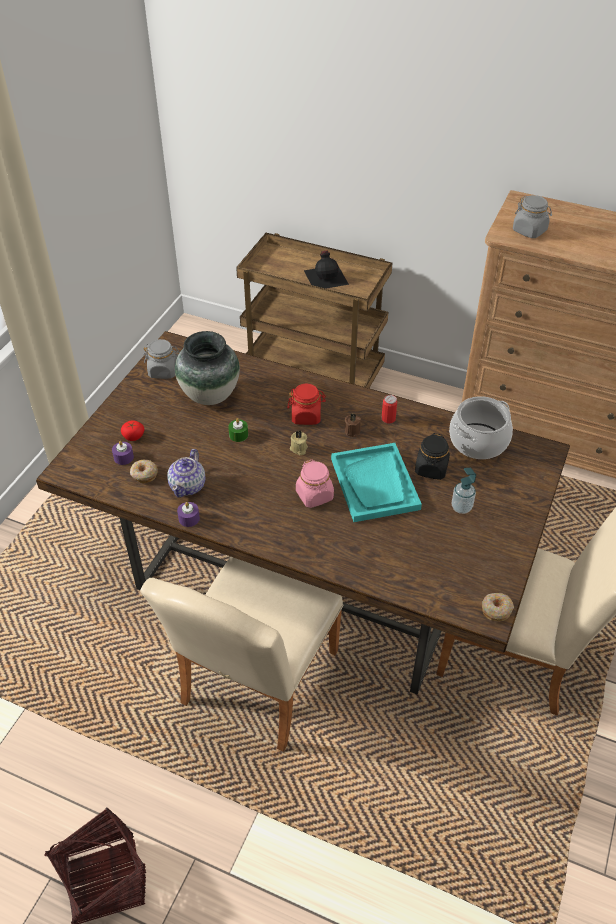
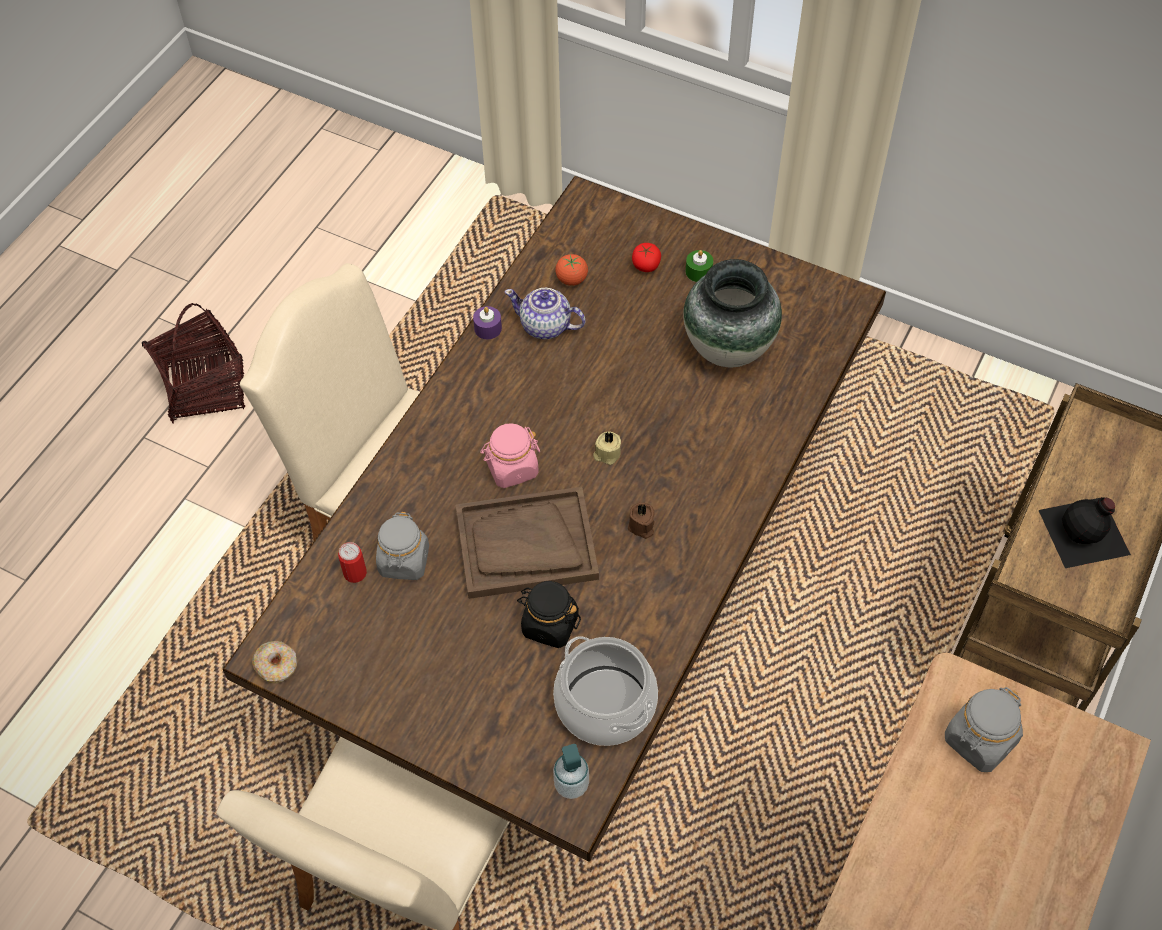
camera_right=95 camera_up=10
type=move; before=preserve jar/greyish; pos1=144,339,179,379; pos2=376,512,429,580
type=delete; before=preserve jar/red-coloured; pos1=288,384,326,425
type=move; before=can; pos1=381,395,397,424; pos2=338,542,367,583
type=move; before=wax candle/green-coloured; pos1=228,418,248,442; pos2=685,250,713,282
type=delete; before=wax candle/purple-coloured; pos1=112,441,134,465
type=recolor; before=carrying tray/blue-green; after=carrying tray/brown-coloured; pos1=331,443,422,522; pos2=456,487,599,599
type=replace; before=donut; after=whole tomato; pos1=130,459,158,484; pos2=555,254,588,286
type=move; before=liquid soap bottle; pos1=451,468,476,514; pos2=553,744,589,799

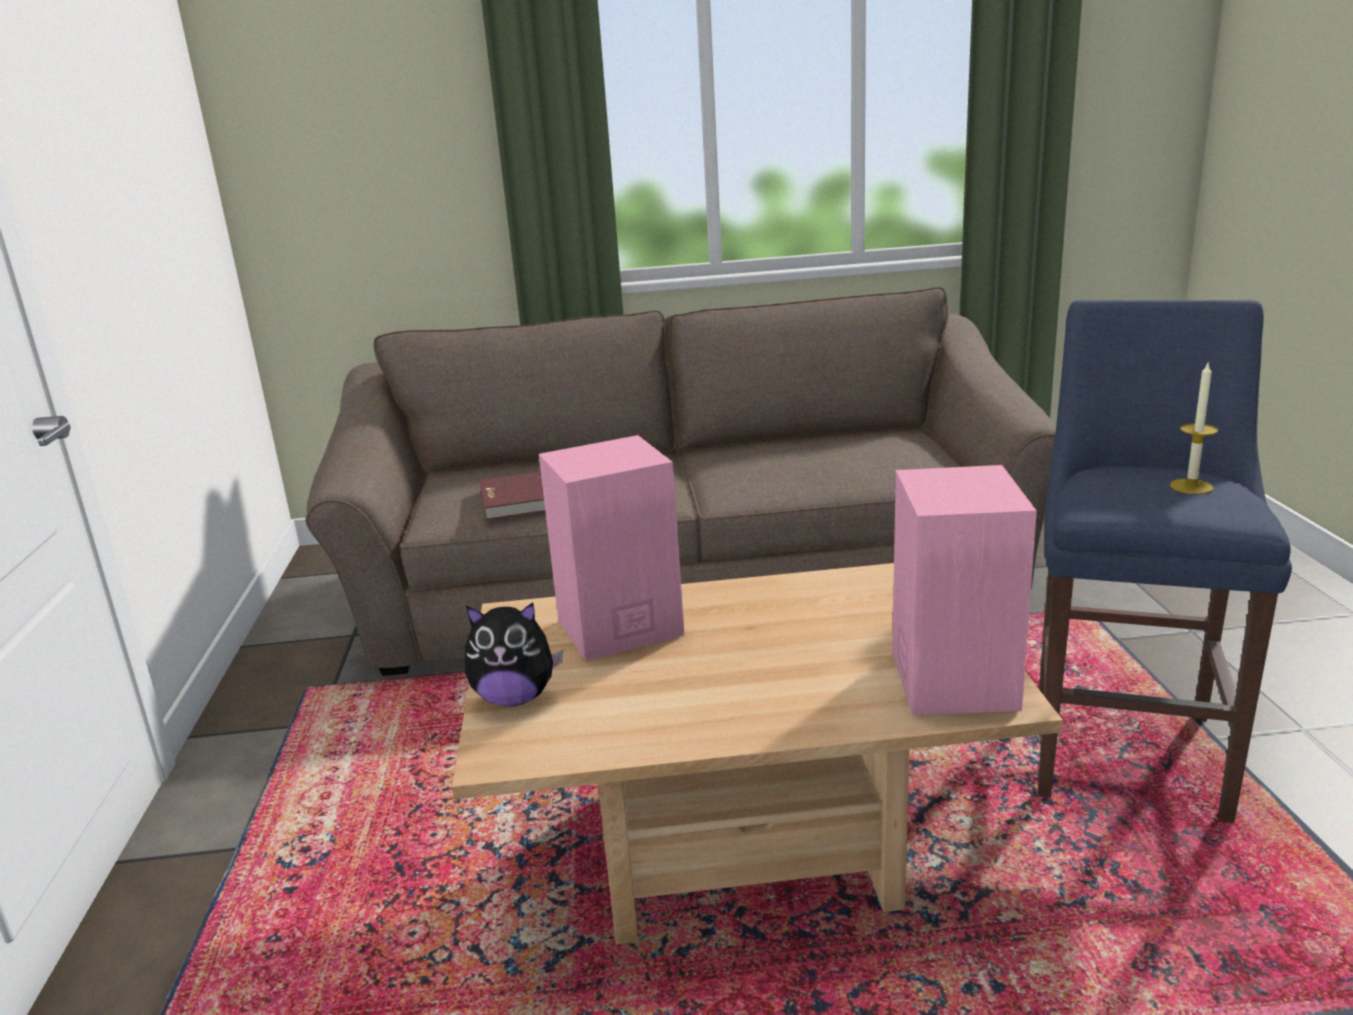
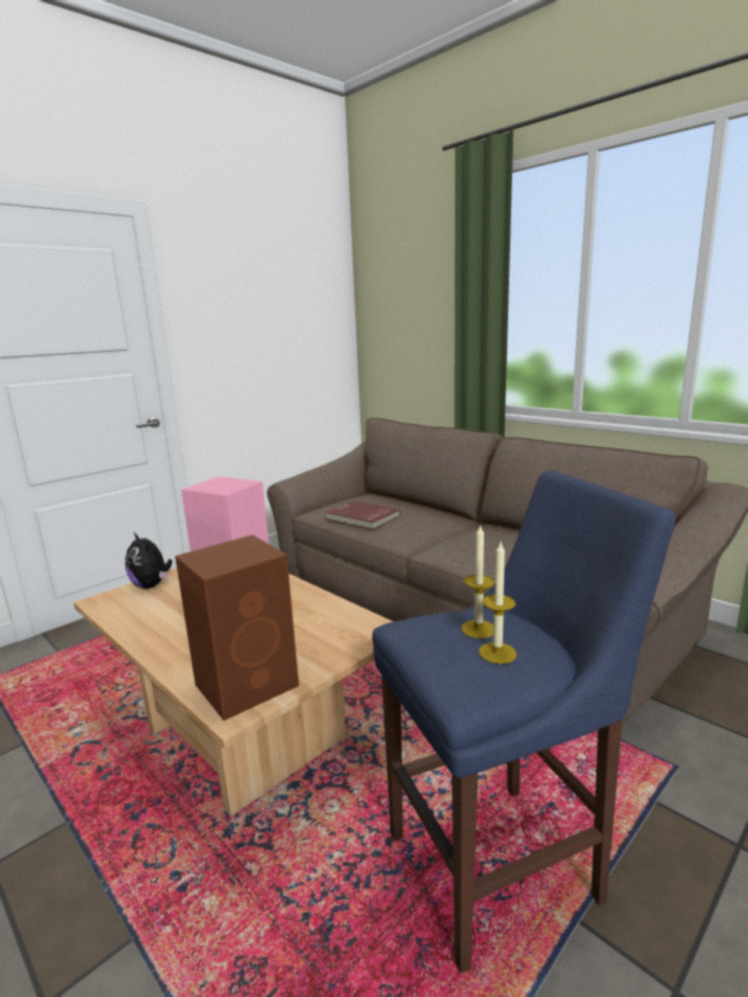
camera_right=50 camera_up=-5
type=recolor; before=audio speaker/pink-coloured; after=audio speaker/brown-coloured; pos1=892,465,1037,715; pos2=175,535,299,721
type=insert; after=wax candle; pos2=461,524,495,638

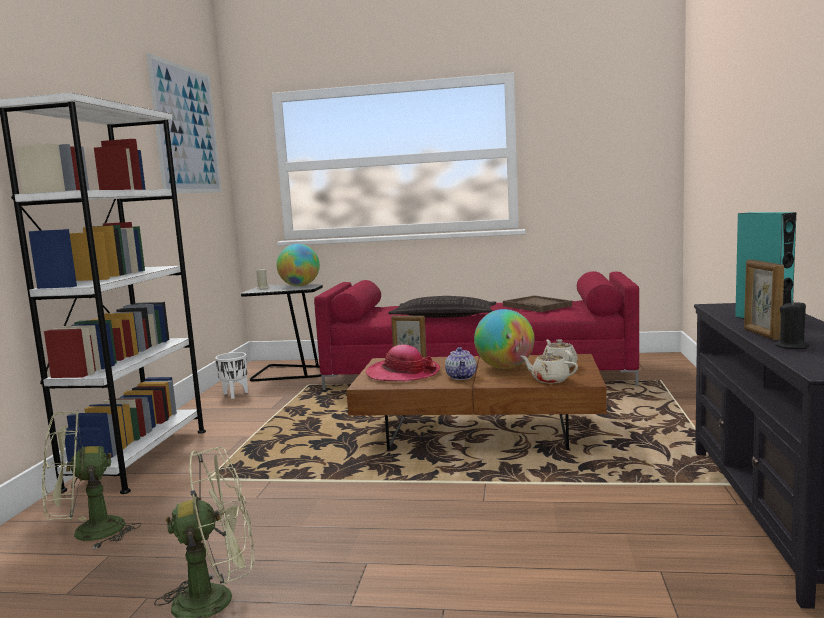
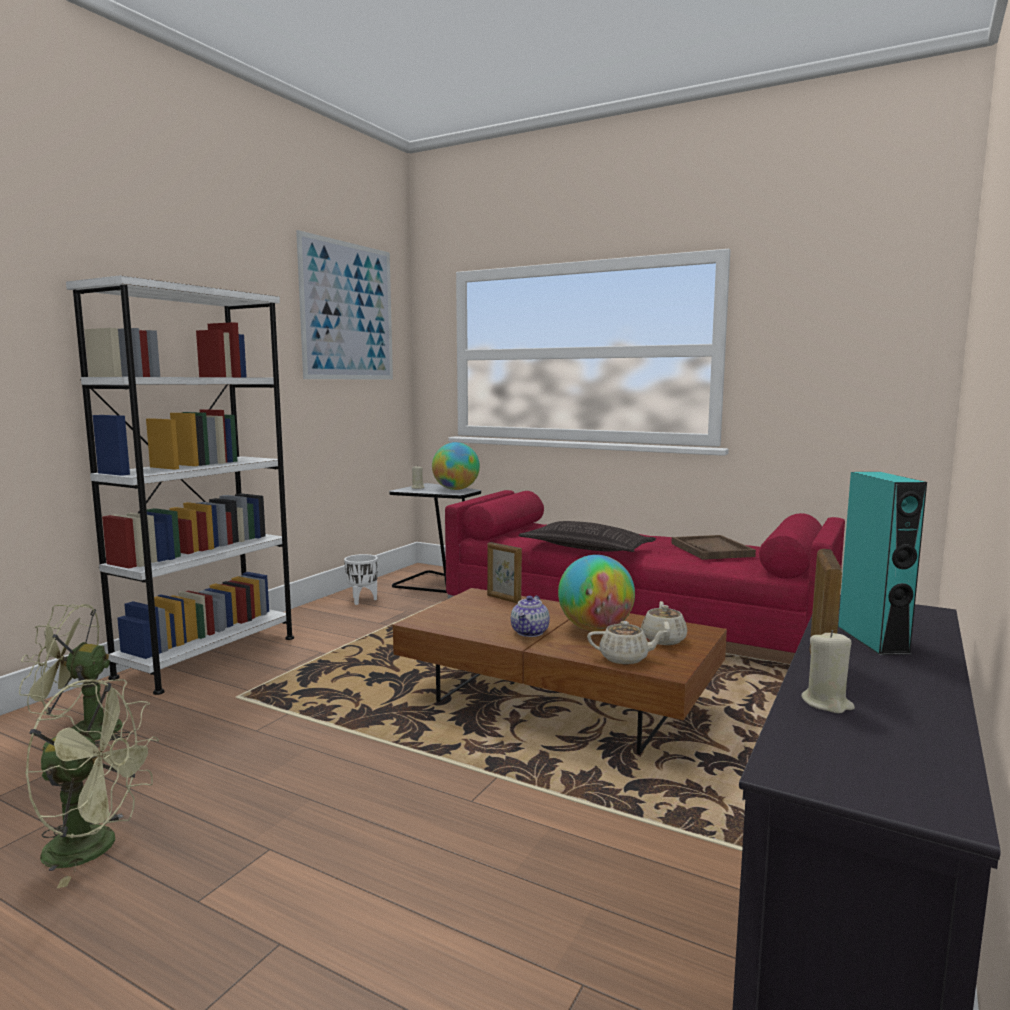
camera_right=20 camera_up=0
type=recolor; before=wax candle/black-coloured; after=wax candle/beige; pos1=776,300,810,349; pos2=801,630,855,714
type=delete; before=wearable hat; pos1=366,345,440,382
type=rotate; before=tea pot/beige; pos1=521,352,578,384; pos2=587,621,667,665; turn=135

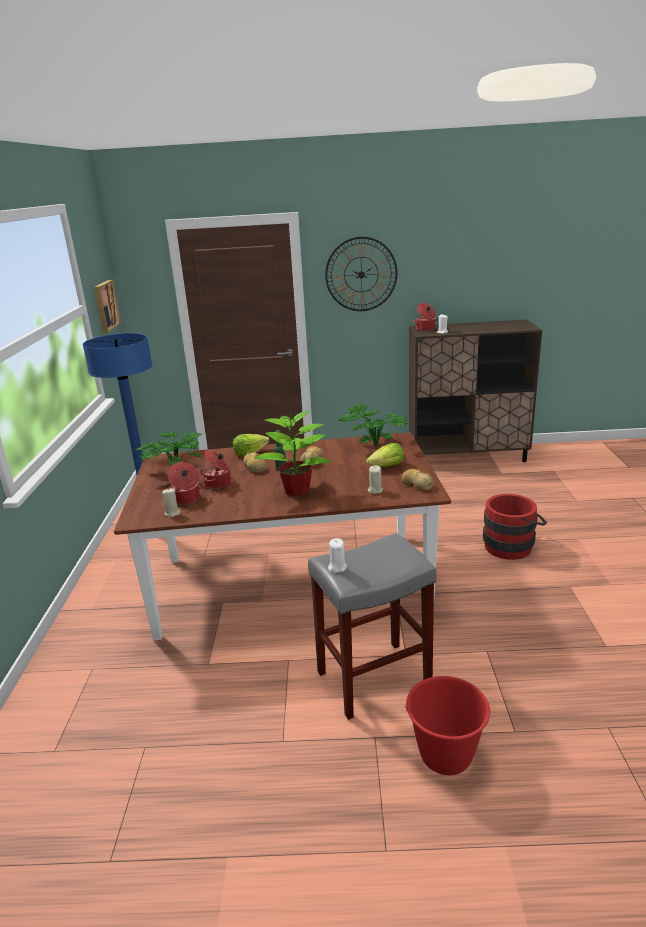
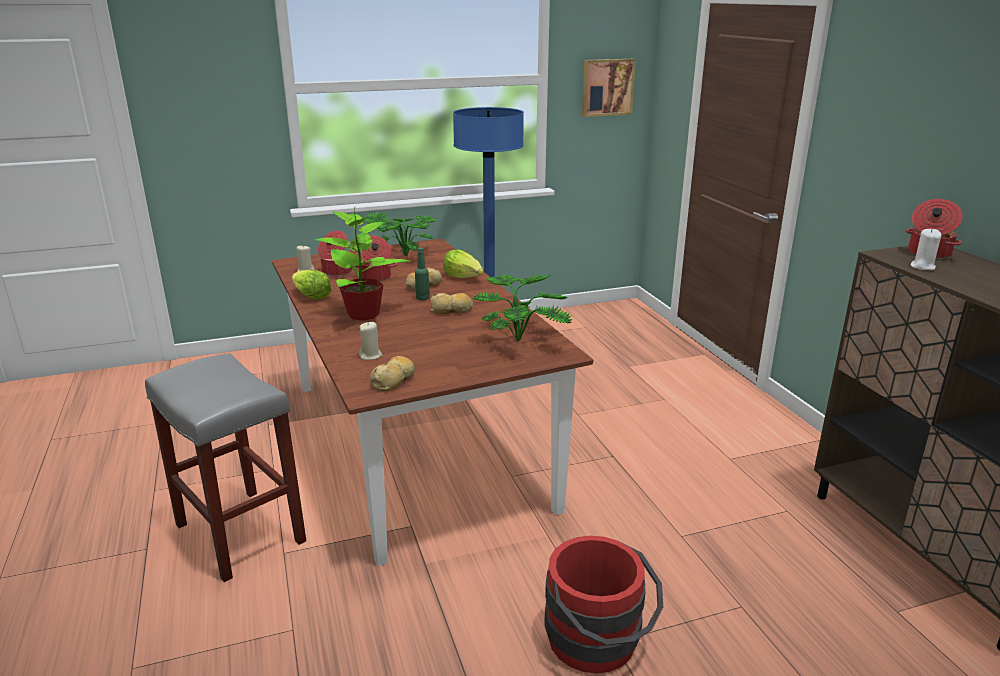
camera_right=70 camera_up=0
type=delete; before=clock on the wall; pos1=325,237,397,311
type=move; before=lettuce; pos1=366,443,404,466; pos2=292,270,332,299
type=delete; before=wax candle/white; pos1=328,538,347,573
type=delete; before=bucket/red-coloured; pos1=404,676,492,775

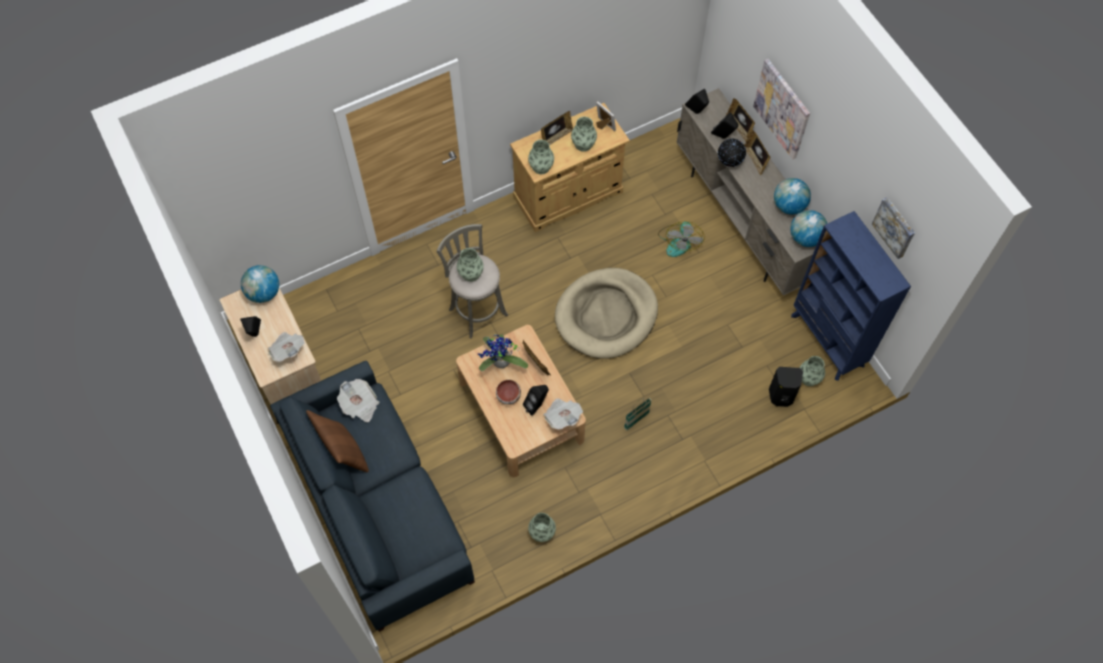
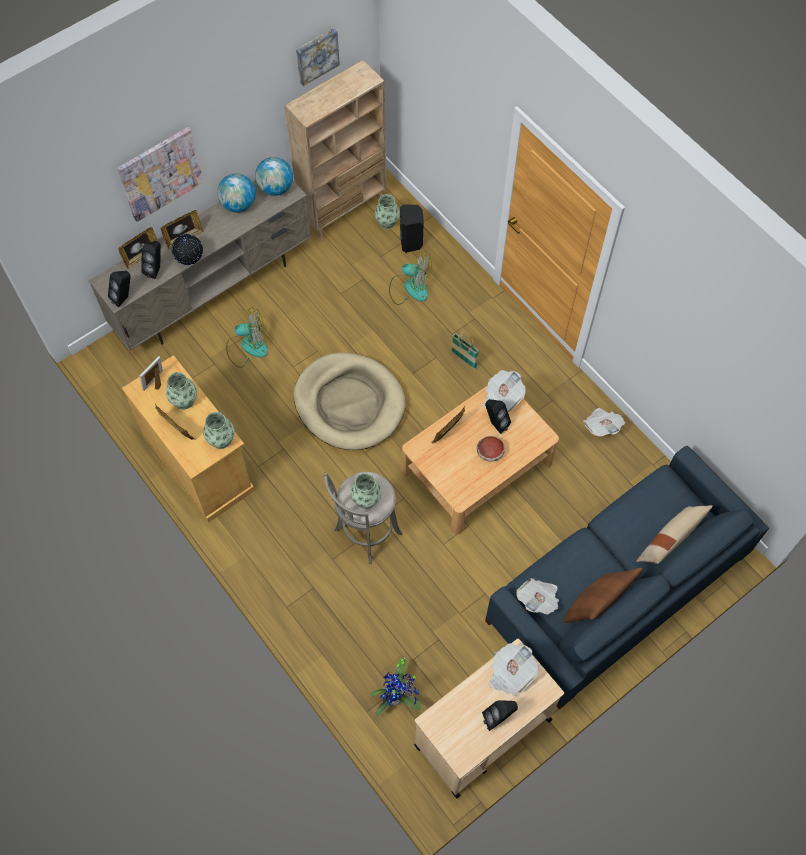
camera_right=-100 camera_up=0
type=recolor; before=bookcase/blue; after=bookcase/beige; pos1=791,211,911,381; pos2=284,60,387,241
type=delete; before=globe; pos1=241,265,279,303
type=move; before=houseplant; pos1=478,334,528,371; pos2=371,656,422,716
type=replace; before=vase; after=newspaper; pos1=528,513,556,542; pos2=583,408,625,437
type=insert; after=cooling fan; pos2=389,251,432,305
type=insert; after=pillow/beige; pos2=636,505,713,564

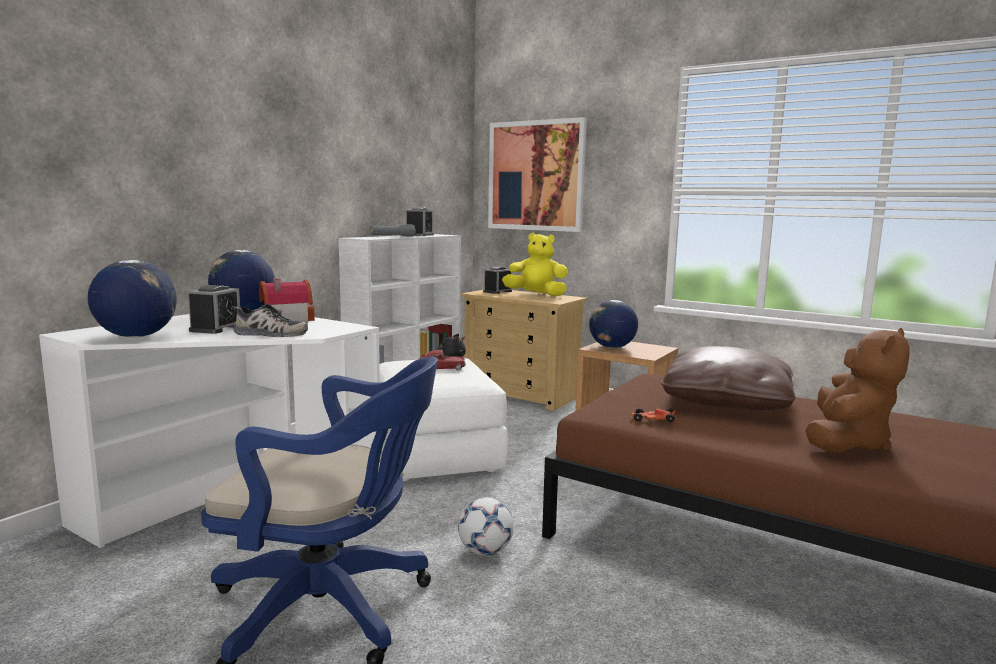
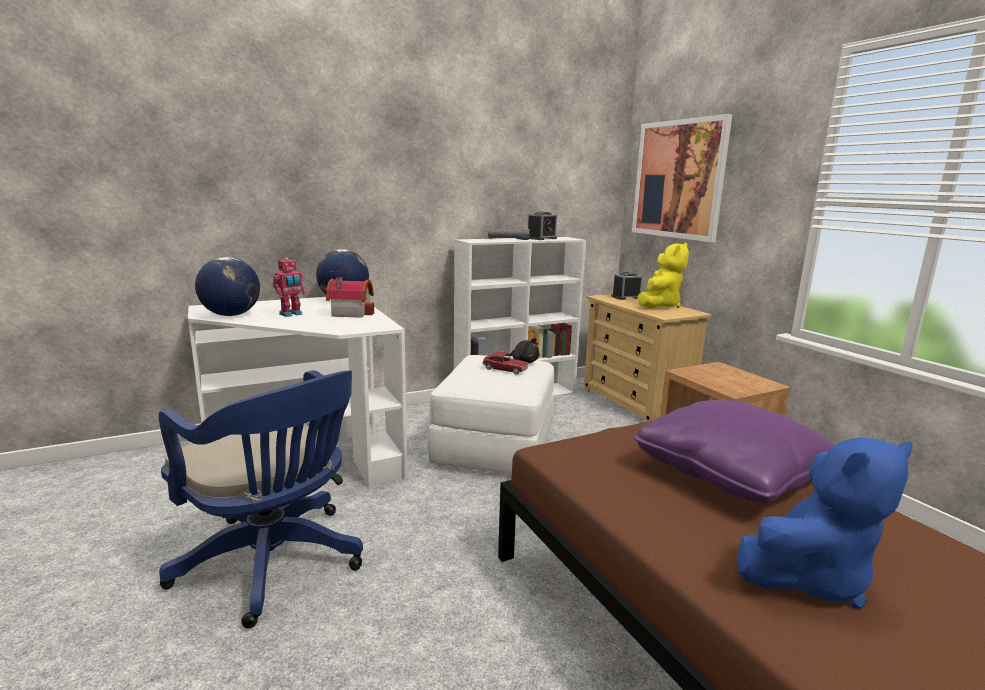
camera_right=30 camera_up=5
type=rotate; before=plush toy/yellow; pos1=502,233,568,297; pos2=637,242,689,308; turn=75
type=replace; before=table clock; after=toy robot; pos1=188,285,240,334; pos2=273,257,306,317
type=delete; before=globe; pos1=589,300,638,348
type=delete; before=low shoe; pos1=231,304,308,337
type=recolor; before=plush toy/brown-coloured; after=plush toy/blue; pos1=806,328,910,453; pos2=737,437,913,608
type=recolor; before=pillow/brown-coloured; after=pillow/purple-coloured; pos1=661,346,796,411; pos2=634,400,835,504
type=delete; before=toy car; pos1=631,408,676,422
type=delete; before=ball for football; pos1=458,497,514,556

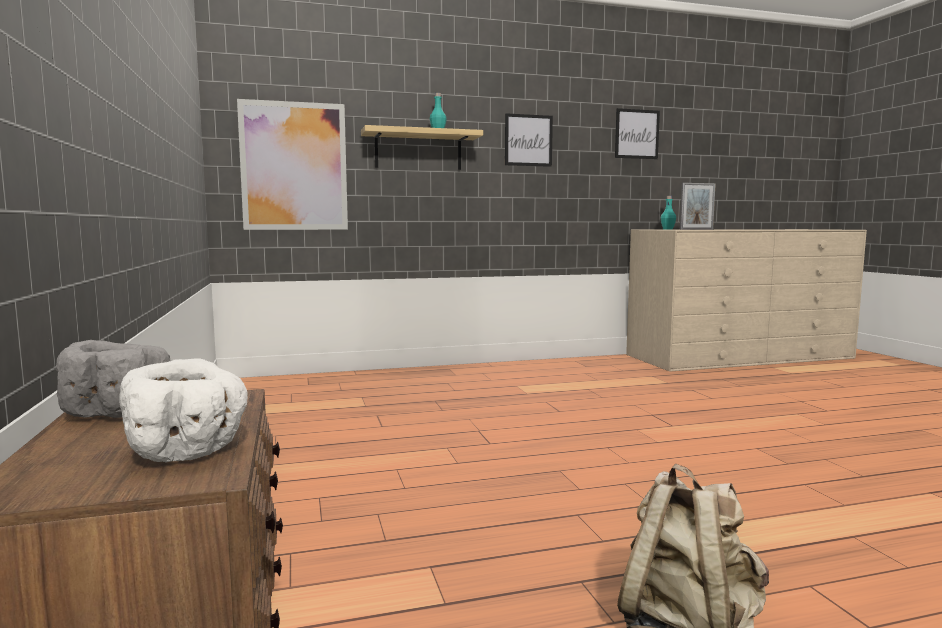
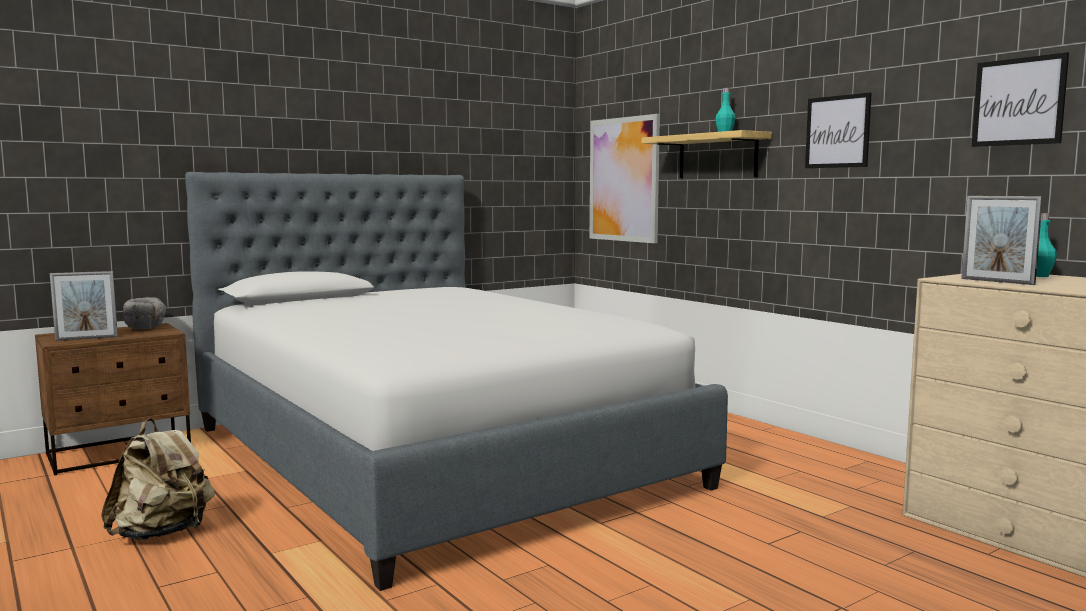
camera_right=70 camera_up=0
type=replace; before=serving bowl/white; after=standing frame; pos1=119,358,248,463; pos2=50,271,118,341
type=insert; after=bed; pos2=185,172,728,591

